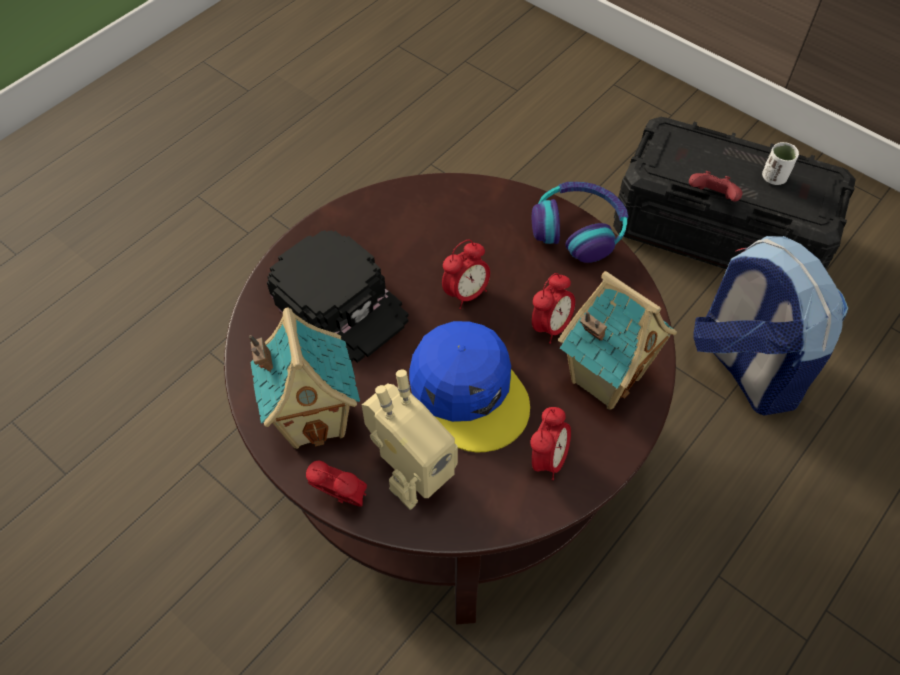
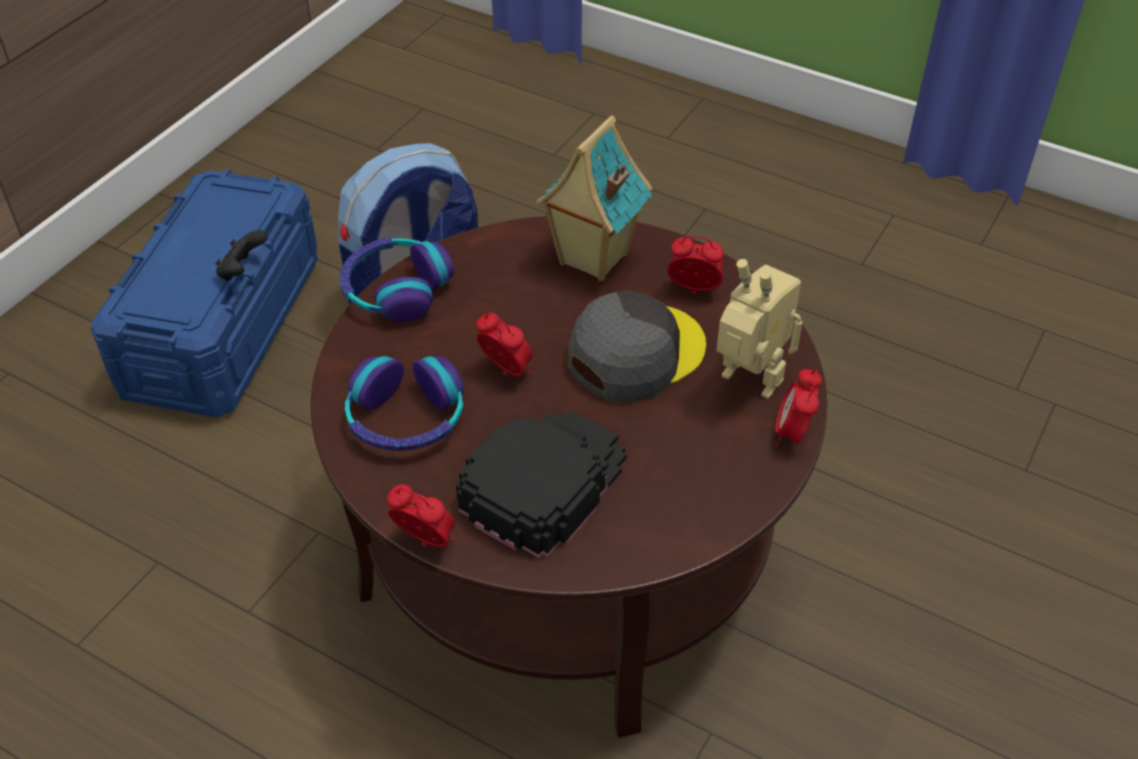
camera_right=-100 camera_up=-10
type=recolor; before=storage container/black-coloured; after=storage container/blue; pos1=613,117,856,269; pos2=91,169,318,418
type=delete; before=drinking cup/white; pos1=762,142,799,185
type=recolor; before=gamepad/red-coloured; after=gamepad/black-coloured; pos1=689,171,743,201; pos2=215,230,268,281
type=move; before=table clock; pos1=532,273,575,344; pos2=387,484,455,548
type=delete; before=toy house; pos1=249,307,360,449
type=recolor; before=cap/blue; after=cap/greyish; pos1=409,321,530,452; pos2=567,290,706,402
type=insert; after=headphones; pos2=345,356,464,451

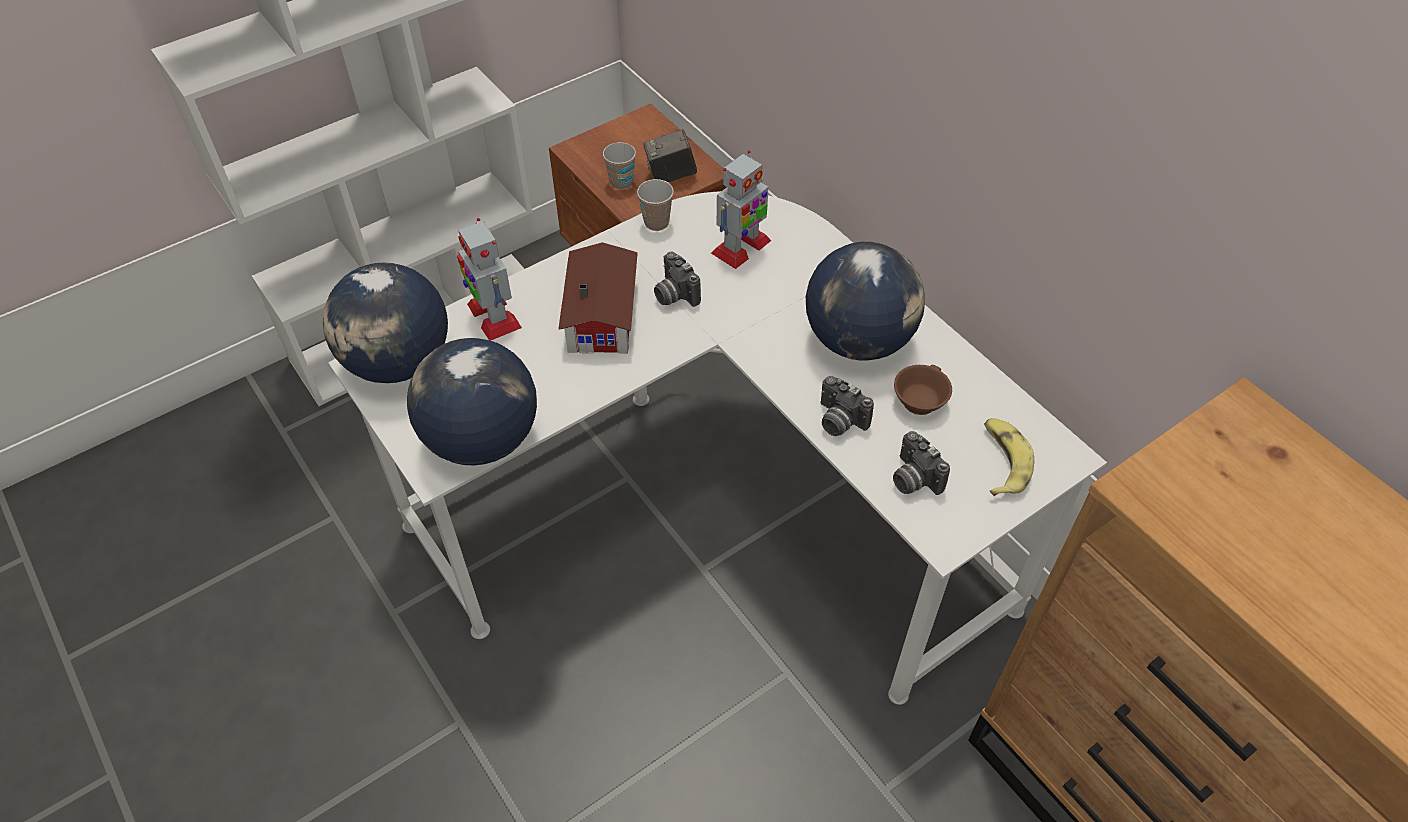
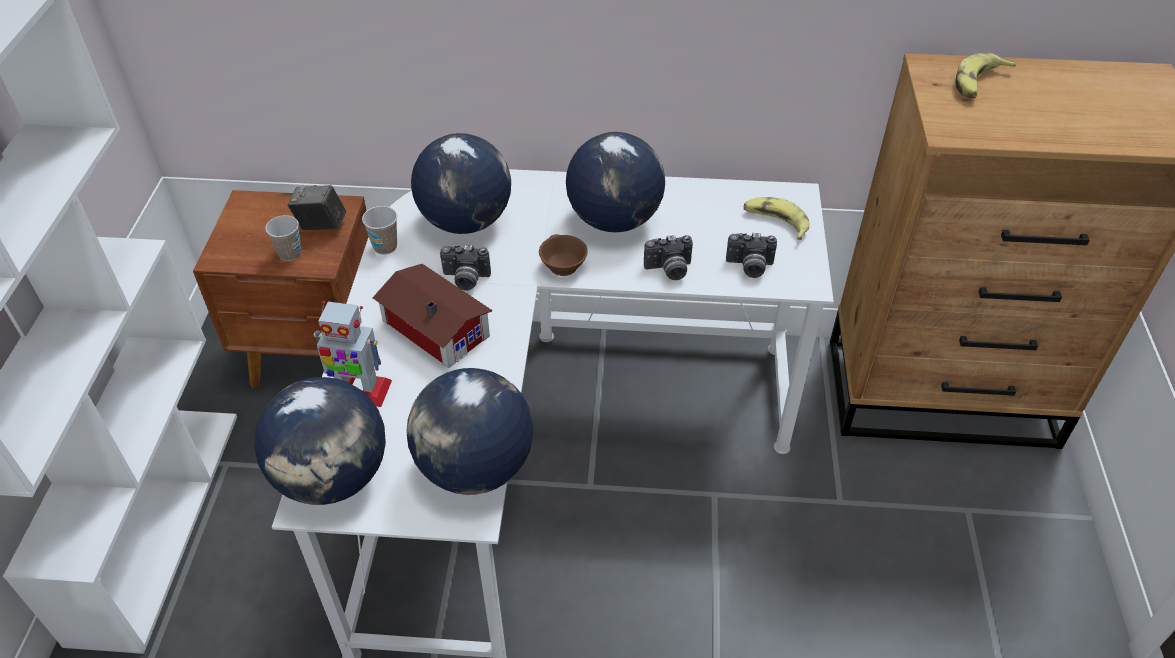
camera_right=-50 camera_up=-5
type=rotate; before=photo camera; pos1=643,129,697,182; pos2=287,185,346,230; turn=75
type=replace; before=toy robot; after=globe; pos1=711,150,771,269; pos2=411,133,511,234
type=move; before=drinking cup/brown-coloured; pos1=894,365,952,415; pos2=539,234,588,276
type=insert; after=banana; pos2=955,53,1016,99

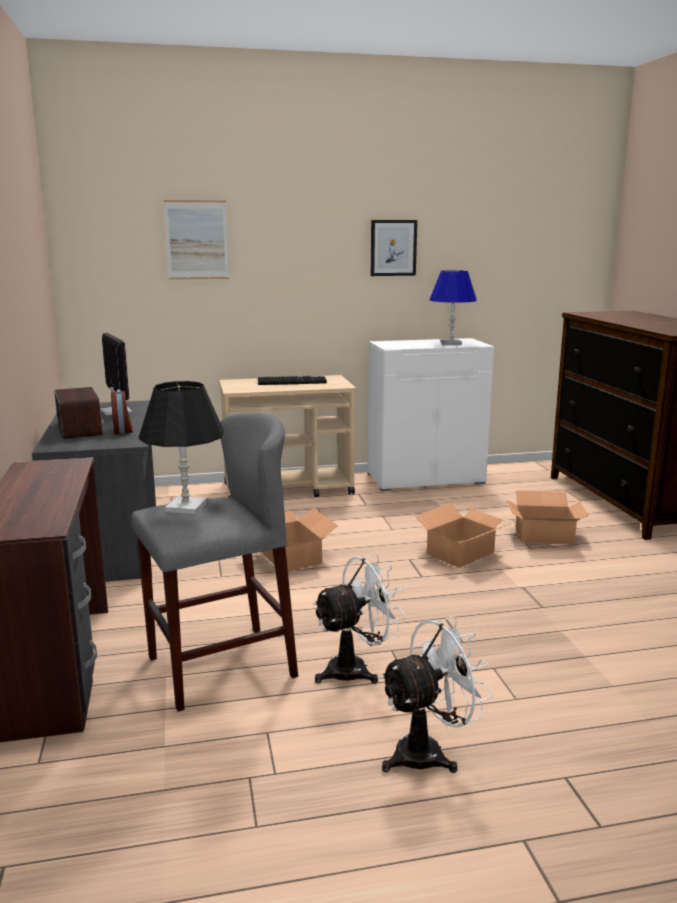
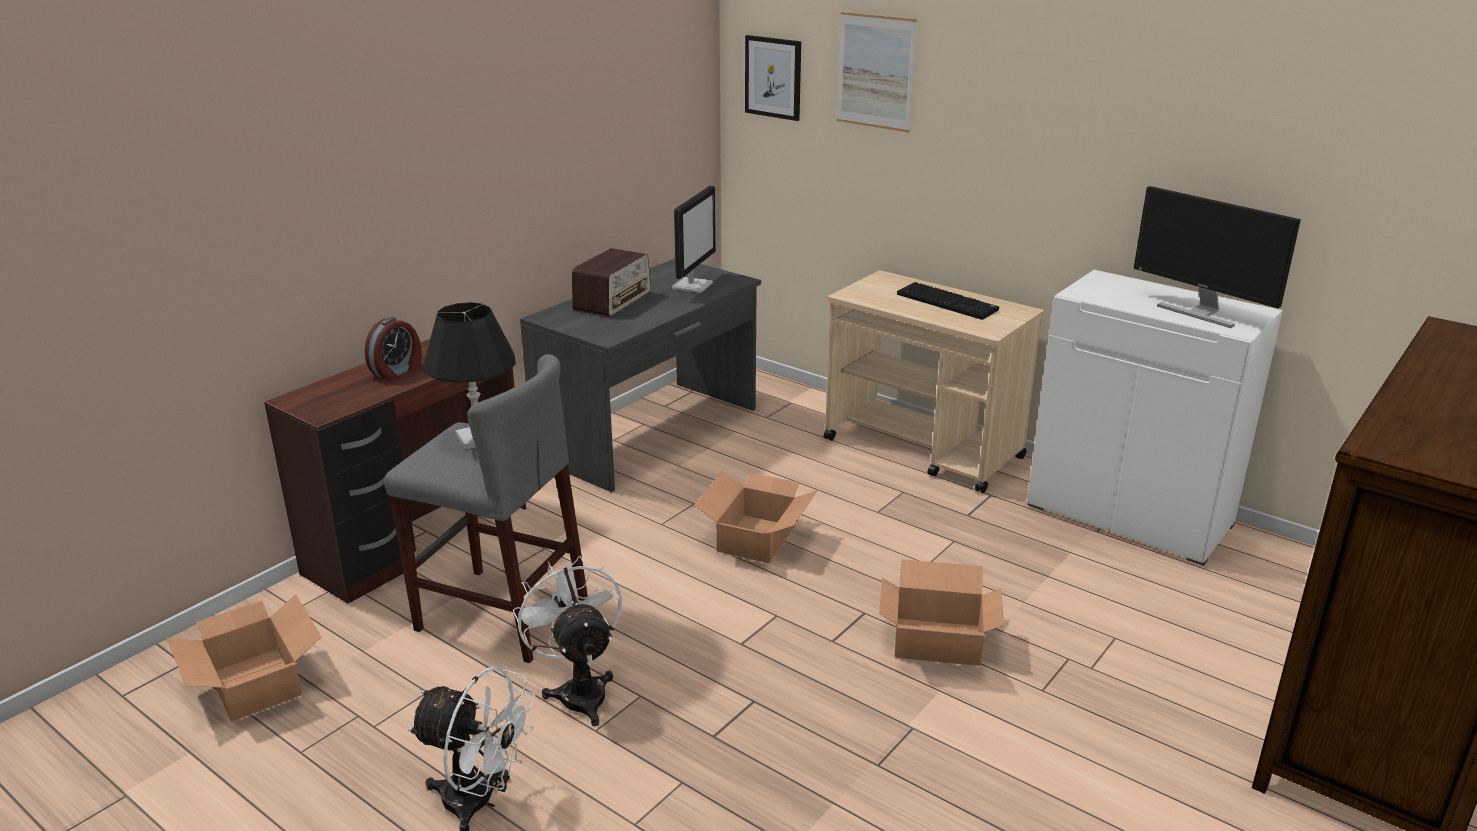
camera_right=50 camera_up=10
type=move; before=picture; pos1=371,220,417,276; pos2=745,35,801,121
type=replace; before=lamp for a table/blue; after=monitor; pos1=430,270,477,345; pos2=1133,186,1301,328
type=move; before=table clock; pos1=111,389,133,434; pos2=364,317,422,381
type=move; before=carton; pos1=507,490,589,545; pos2=166,594,322,722
type=rotate; before=cooling fan/white; pos1=313,554,406,684; pos2=513,556,622,726; turn=-135

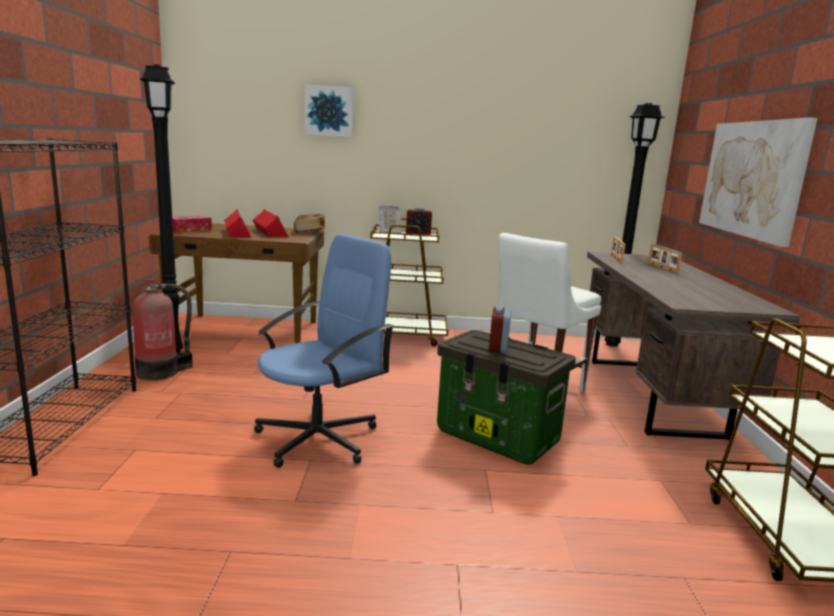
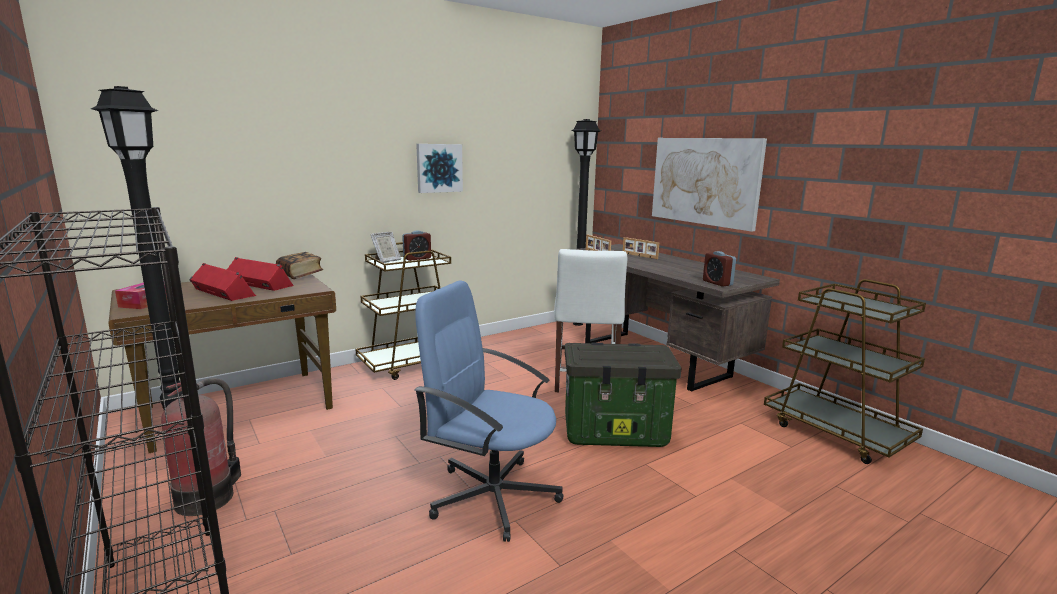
camera_right=-35 camera_up=0
type=move; before=picture; pos1=305,85,354,137; pos2=416,144,463,193
type=rotate; before=computer chair/blue; pos1=254,234,394,468; pos2=414,281,564,542; turn=-75
type=move; before=table clock; pos1=489,306,511,353; pos2=703,251,736,287

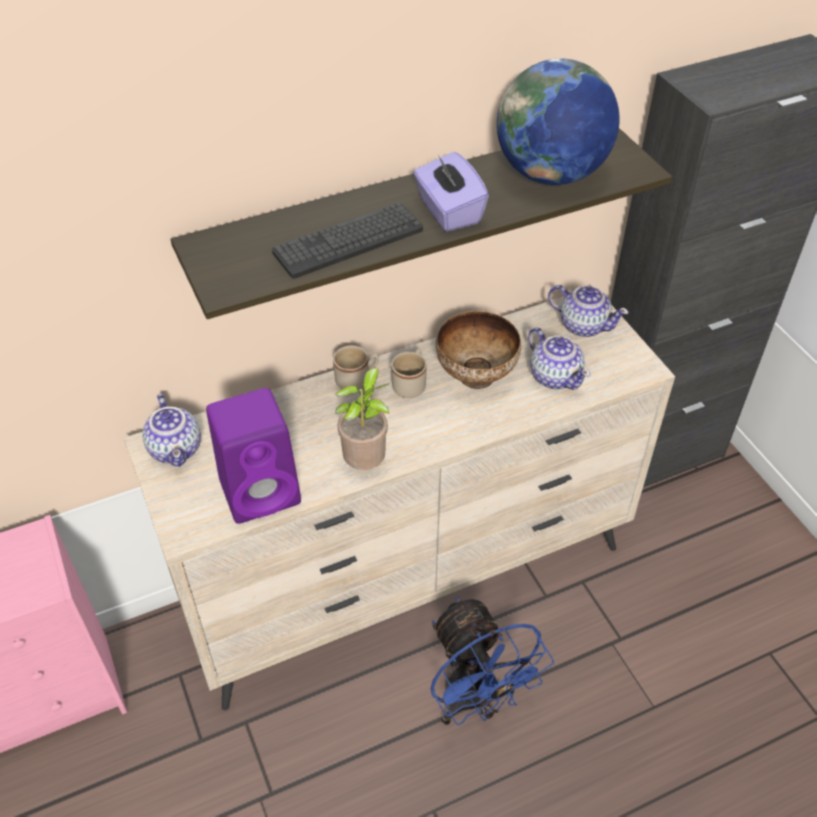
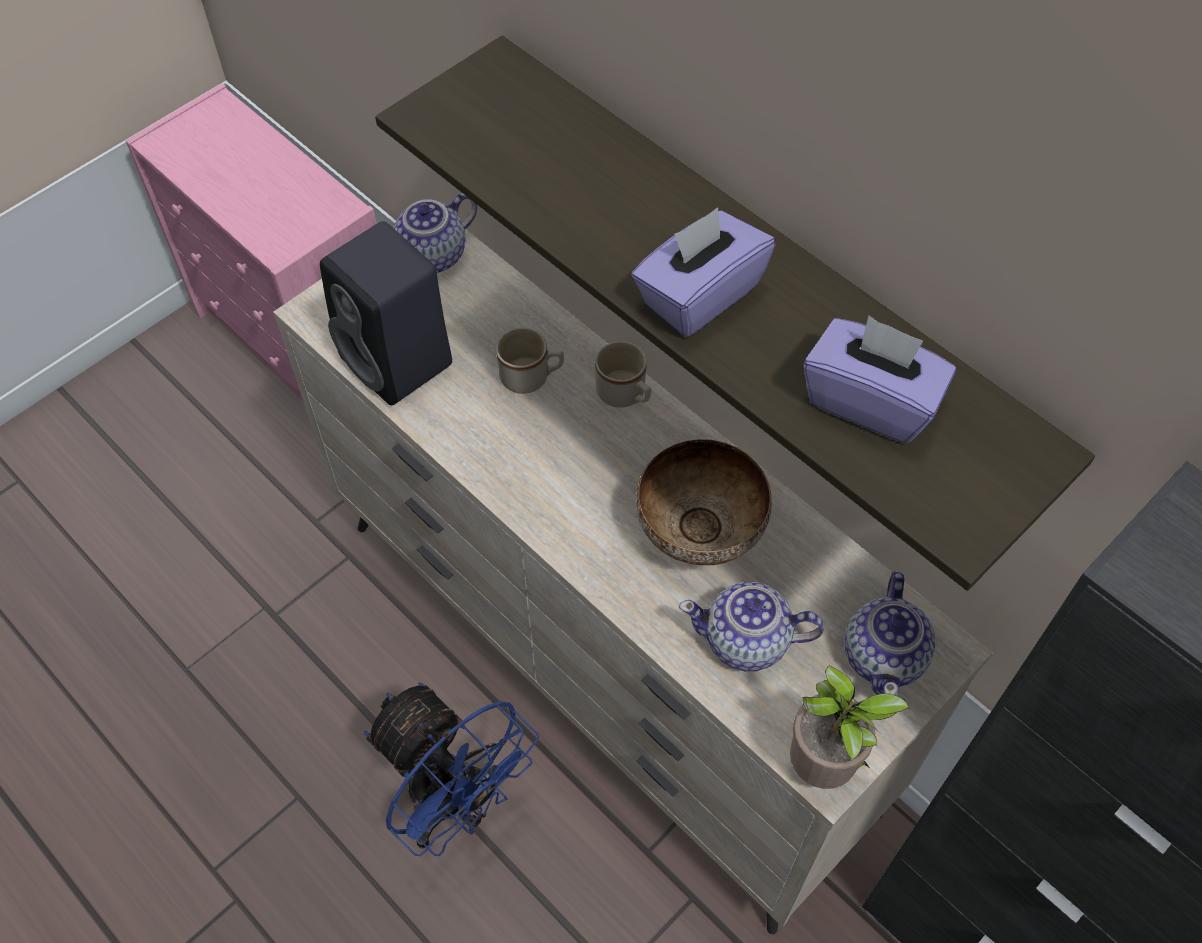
camera_right=70 camera_up=10
type=replace; before=globe; after=tissue holder/purple-coloured; pos1=497,58,619,185; pos2=804,316,956,443
type=delete; before=PC keyboard; pos1=272,202,423,279
type=rotate; before=tea pot; pos1=528,327,590,390; pos2=679,582,824,671; turn=60
type=move; before=mug/beige; pos1=391,349,427,398; pos2=496,327,564,394
type=move; before=houseplant; pos1=335,368,390,470; pos2=790,665,910,789
type=recolor; before=audio speaker/purple-coloured; after=audio speaker/black-coloured; pos1=206,388,301,524; pos2=320,221,452,406
type=rotate; before=cooling fan/blue; pos1=431,597,554,725; pos2=364,683,539,856; turn=-90

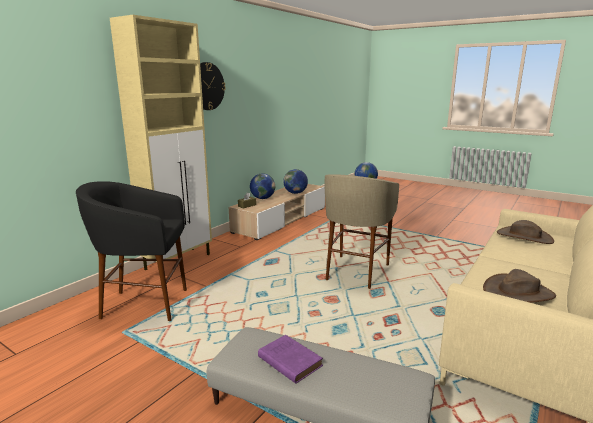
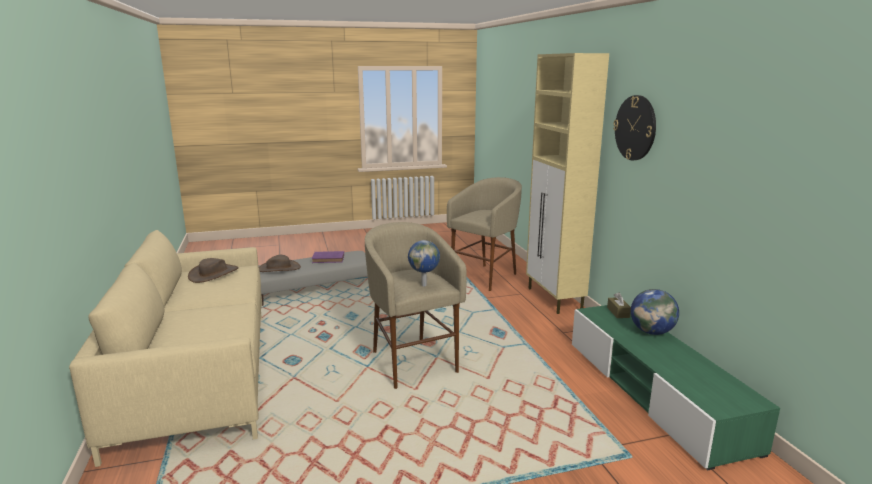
camera_right=130 camera_up=0
type=delete; before=globe; pos1=283,169,308,194
type=recolor; before=stool seat/black-coloured; after=stool seat/beige; pos1=76,181,187,321; pos2=447,177,522,291
type=recolor; before=tv unit/beige; after=tv unit/green-coloured; pos1=229,184,325,240; pos2=572,305,780,471
type=move; before=wearable hat/brown-coloured; pos1=497,220,554,244; pos2=259,255,301,272

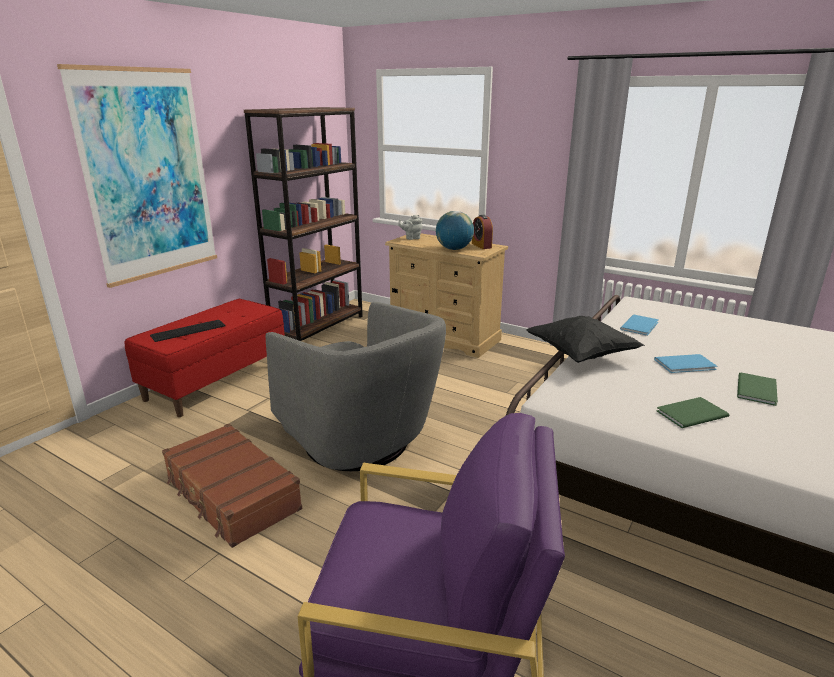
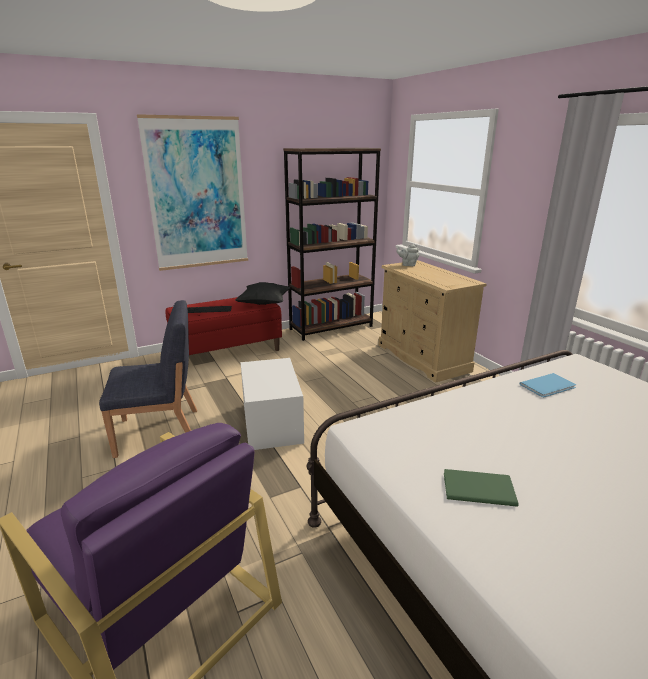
camera_right=30 camera_up=0
type=delete; before=globe; pos1=436,211,474,250
type=delete; before=table clock; pos1=472,215,493,249
type=replace; before=lounge chair/greyish; after=storage container/white; pos1=266,302,446,471; pos2=241,358,304,450
type=move; before=pillow/black-coloured; pos1=526,316,645,363; pos2=235,282,291,305
type=delete; before=book/blue; pos1=654,354,717,373
type=delete; before=book/green-coloured; pos1=737,373,778,406
type=replace; before=travel case/brown-coloured; after=plain chair/blue; pos1=162,424,302,548; pos2=99,300,197,458

